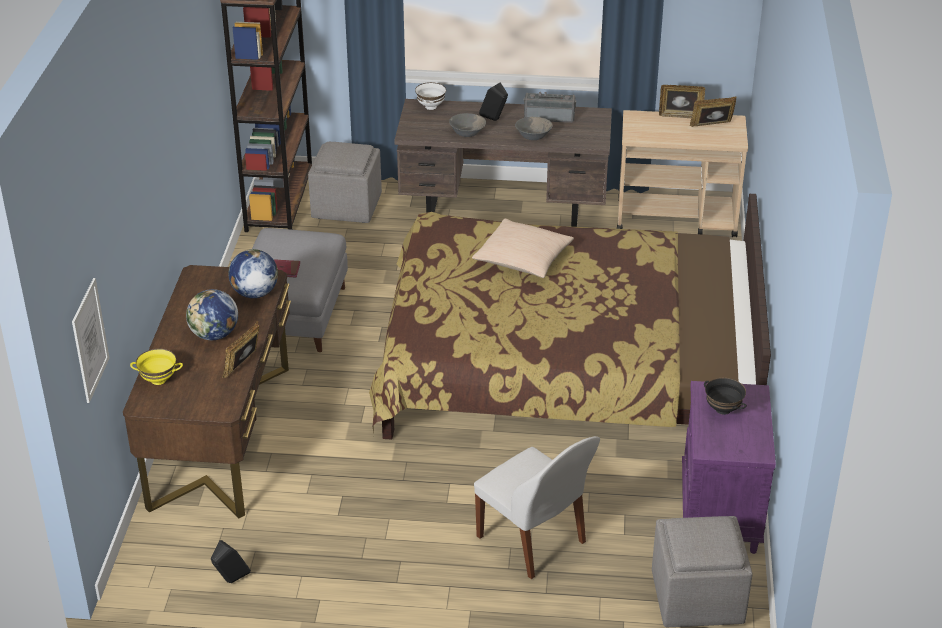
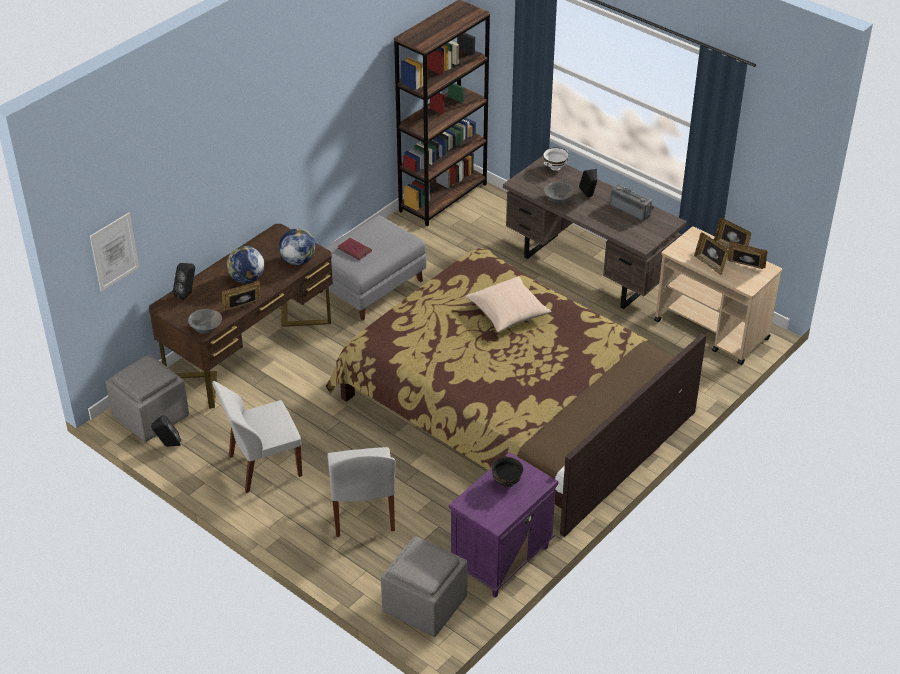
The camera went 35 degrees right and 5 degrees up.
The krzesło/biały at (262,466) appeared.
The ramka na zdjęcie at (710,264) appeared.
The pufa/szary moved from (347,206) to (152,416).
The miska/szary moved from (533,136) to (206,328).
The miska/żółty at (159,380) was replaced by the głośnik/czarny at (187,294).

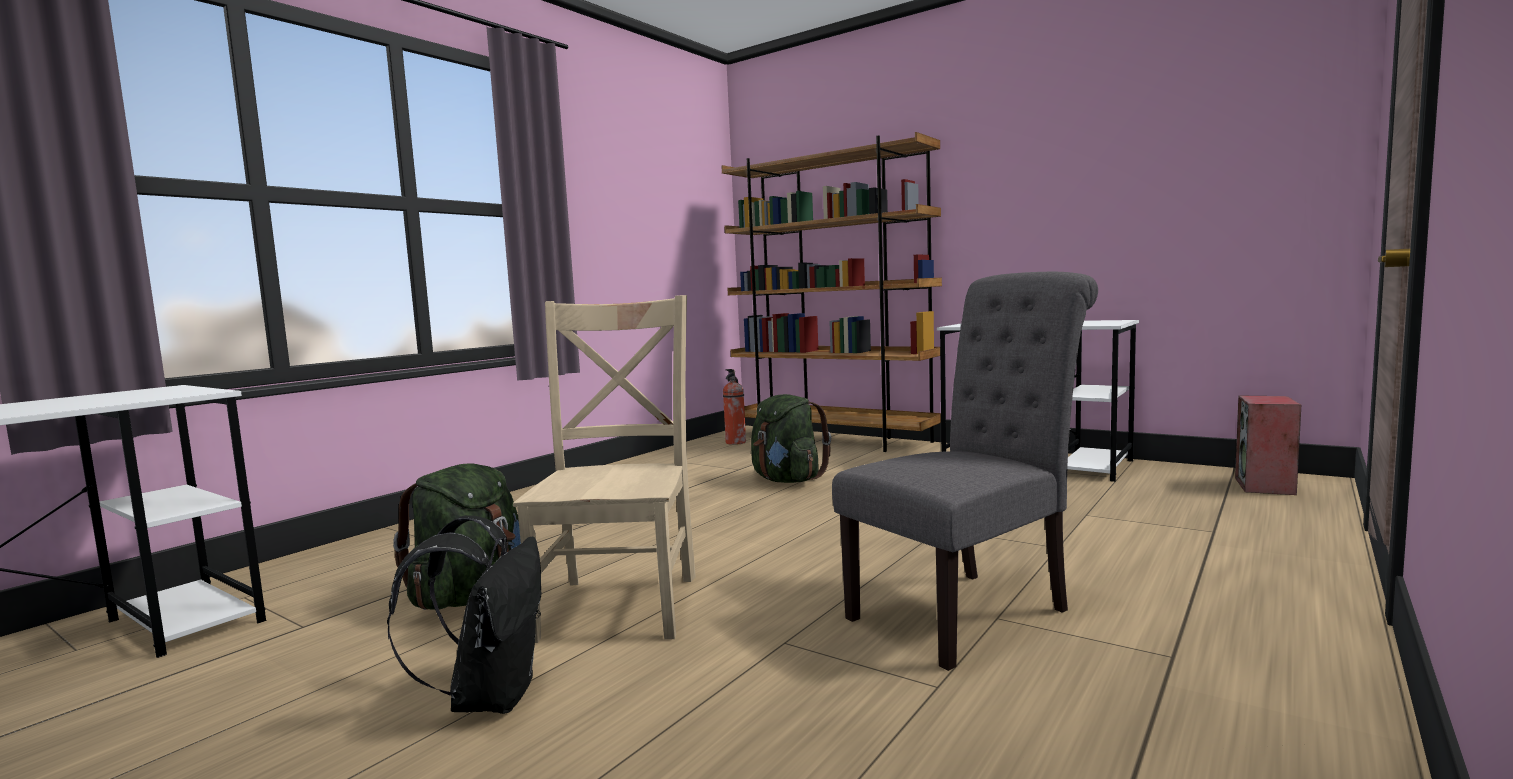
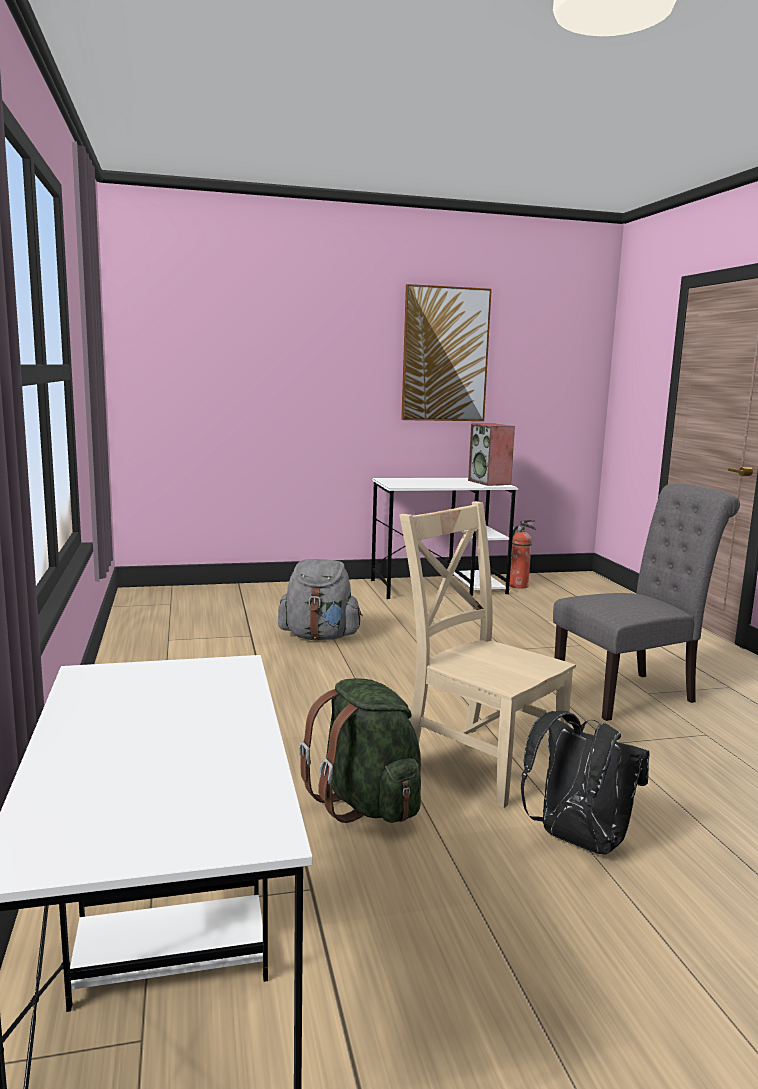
The camera went 50 degrees left and 5 degrees up.
The regał/brązowy at (834,439) disappeared.
The obraz at (445,354) appeared.
The gaśnica moved from (735,442) to (519,586).
The głośnik moved from (1265,486) to (490,482).
The plecak/zielony at (787,480) became the plecak/szary at (319,637).
The krzesło/szary at (969,611) turned 60 degrees clockwise.

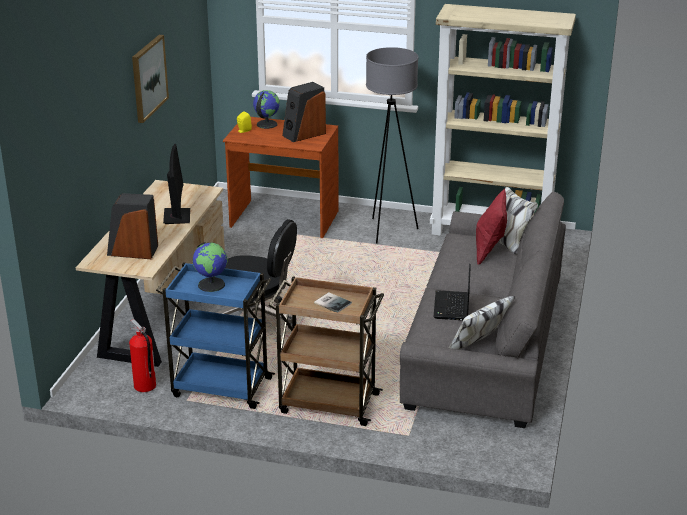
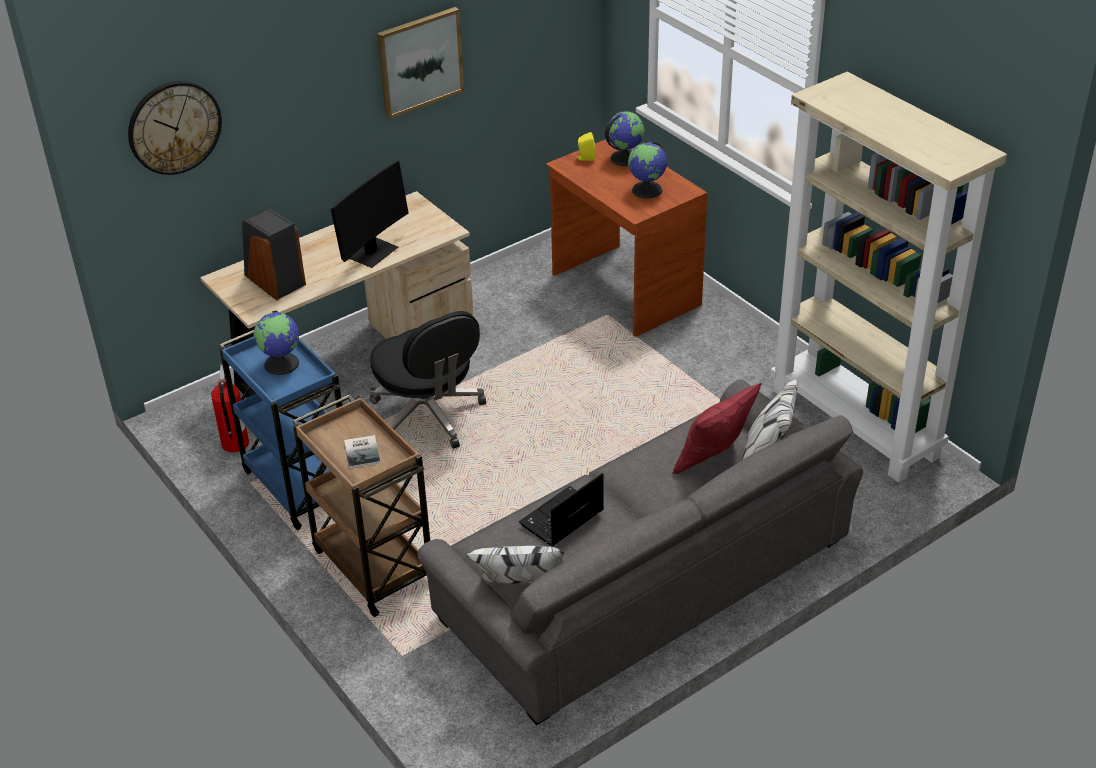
The camera went 40 degrees right and 10 degrees up.
The lampa stojąca/szary at (388,230) disappeared.
The zegar ścienny at (174,127) appeared.
The głośnik at (304,134) was replaced by the globus at (647,190).

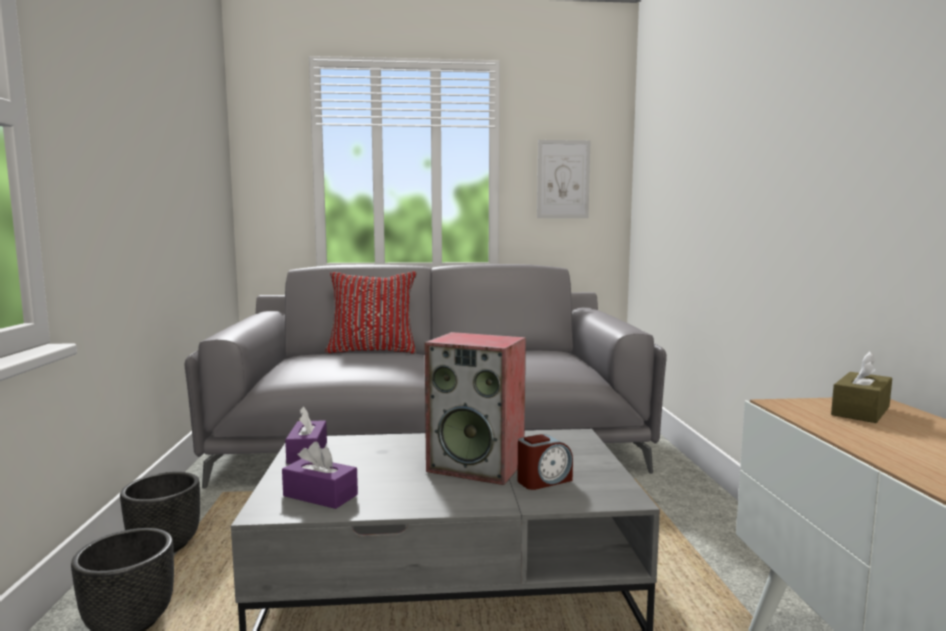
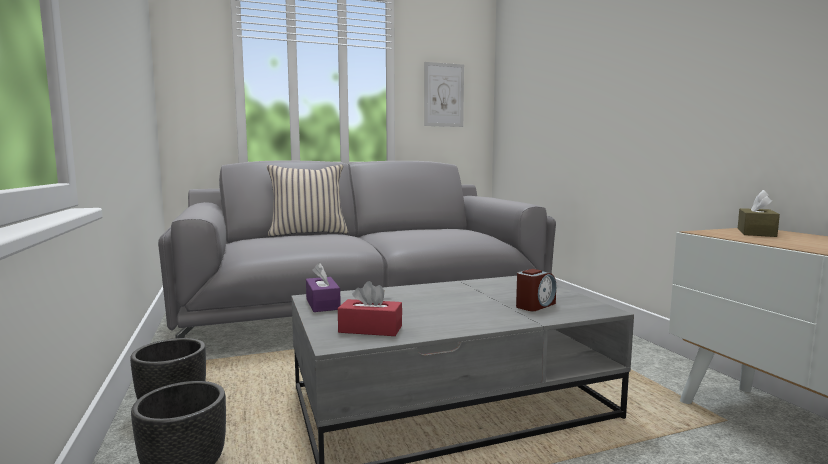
The camera went 15 degrees left and 0 degrees up.
The głośnik at (478,466) disappeared.
The pudełko chusteczek/fioletowy at (320,495) became the pudełko chusteczek/czerwony at (370,329).
The poduszka/czerwony at (372,350) became the poduszka/beżowy at (308,233).

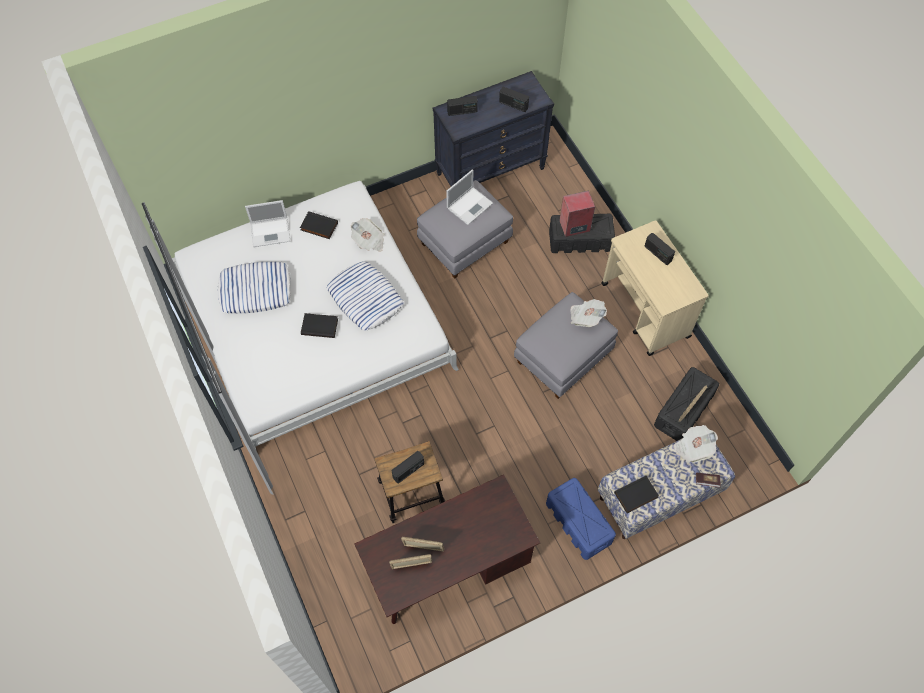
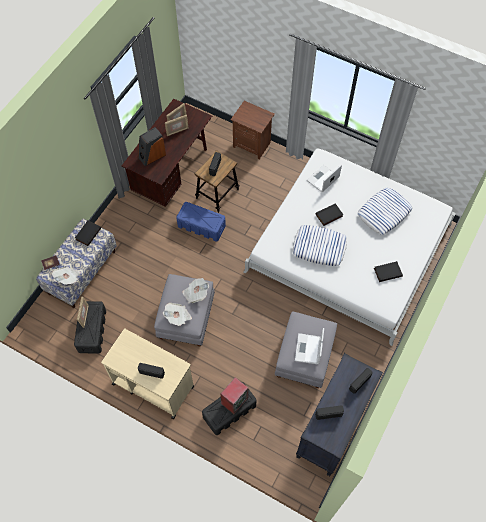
The camera went 145 degrees right and 0 degrees up.
The głośnik at (152,156) appeared.
The szafka nocna/brązowy at (252,144) appeared.
The laptop moved from (271,232) to (322,179).
The gazeta moved from (369,241) to (195,293).
The pojemnik do przechowywania/niebieski moved from (578,522) to (202,226).

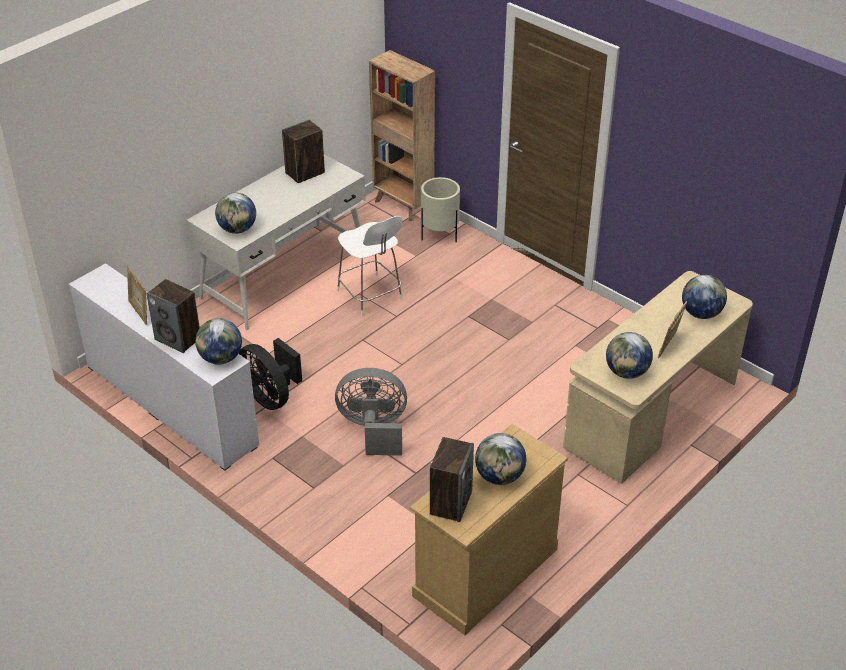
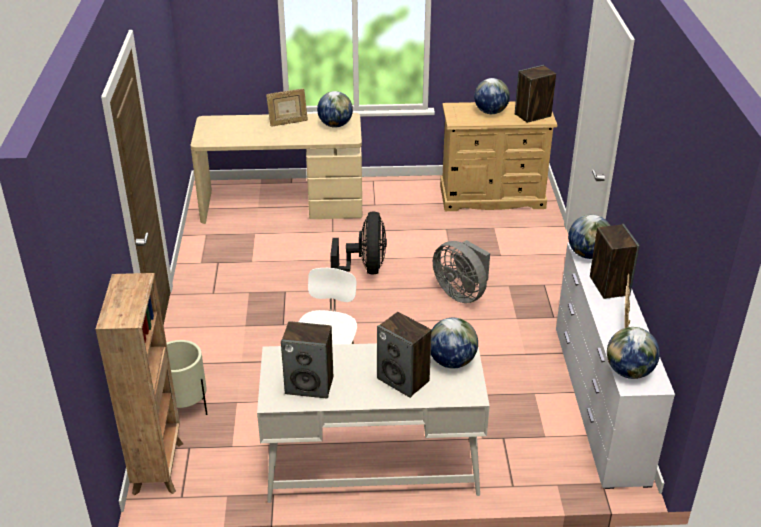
The camera went 135 degrees left and 5 degrees down.
The głośnik at (403,380) appeared.
The wentylator/czarny moved from (270,396) to (365,269).
The globus moved from (701,313) to (629,372).

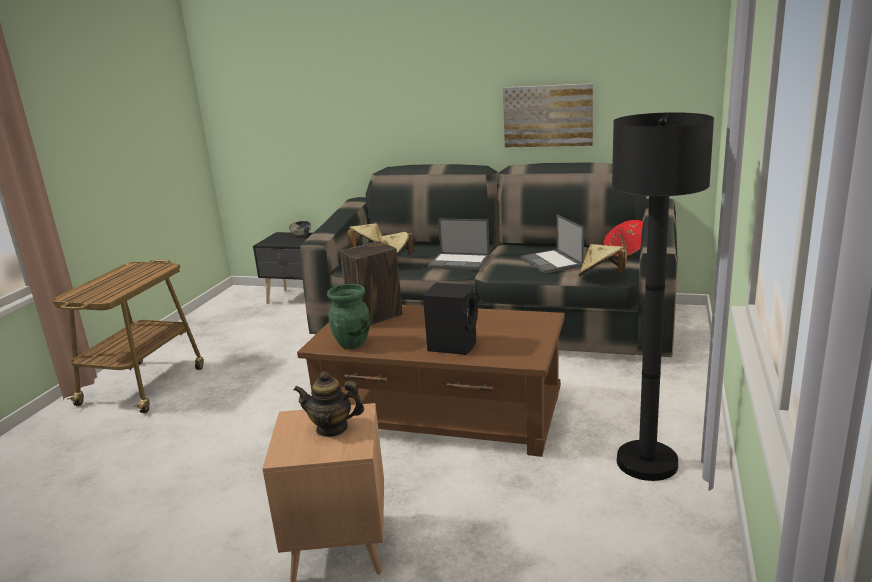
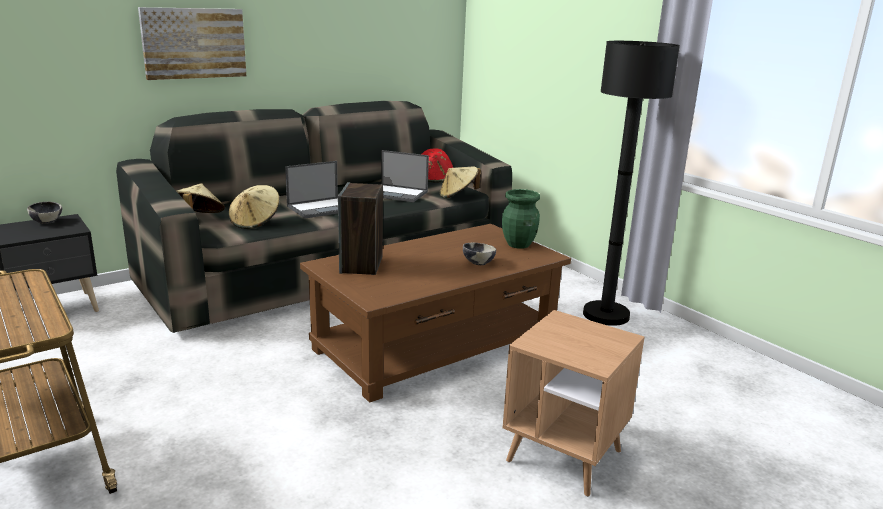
The camera went 55 degrees left and 0 degrees up.
The imbryk at (332,428) disappeared.
The wazon/zielony moved from (353,344) to (519,244).
The obraz moved from (548,115) to (194,43).
The głośnik/czarny at (453,345) was replaced by the miska at (478,263).

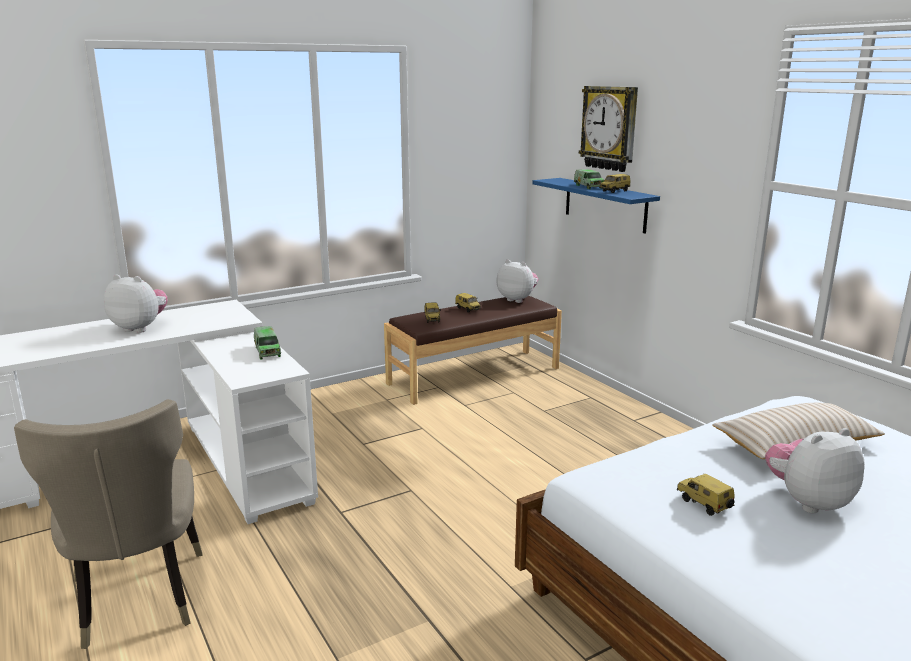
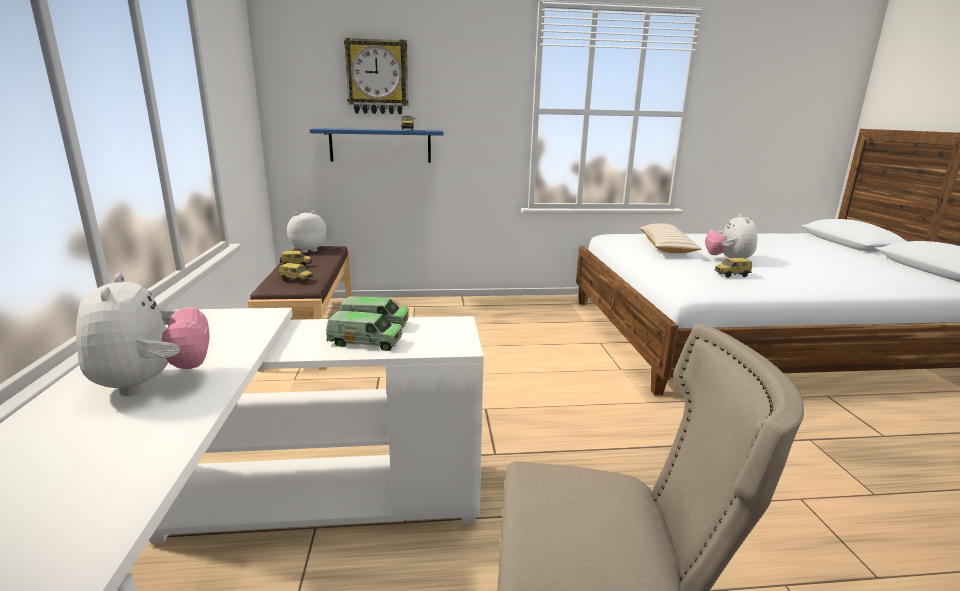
The camera went 65 degrees left and 0 degrees up.
The ciężarówka zabawkowa moved from (588,186) to (365,342).
The pluszak at (140,328) turned 120 degrees clockwise.

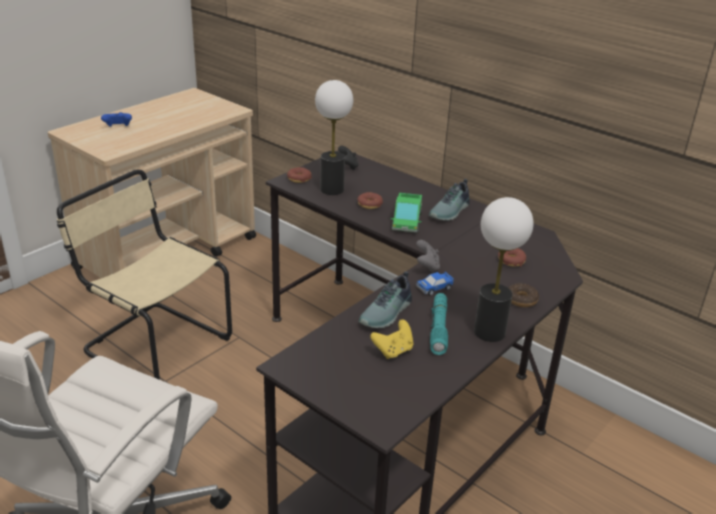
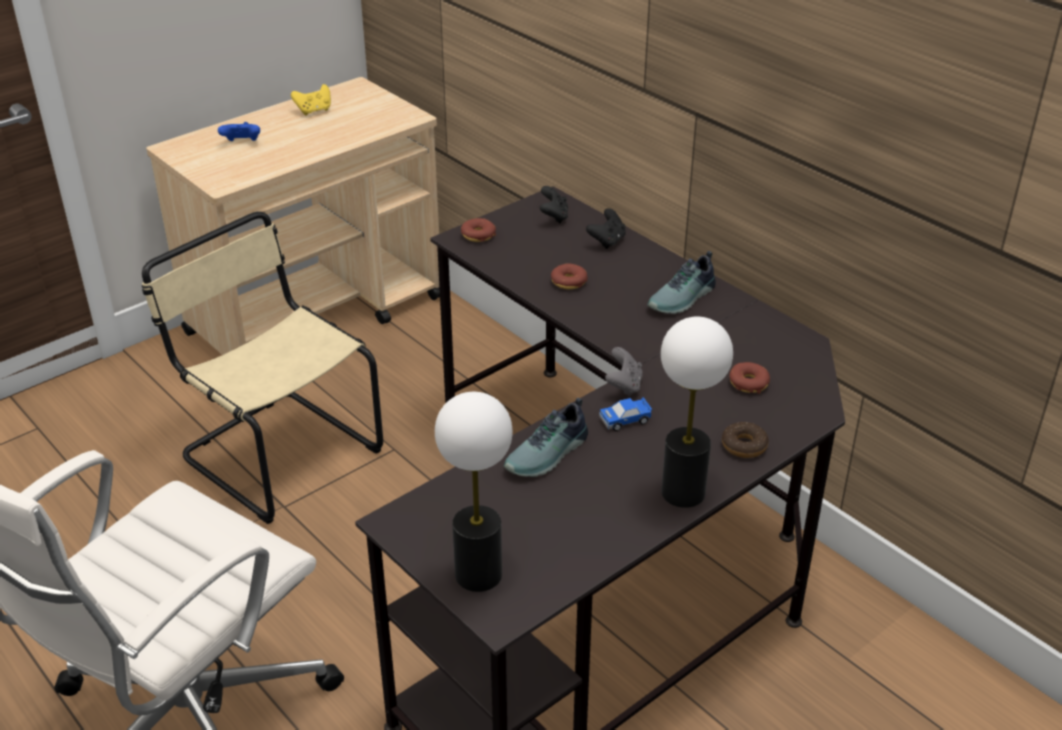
The camera went 10 degrees right and 5 degrees up.
The ciężarówka zabawkowa at (406,221) disappeared.
The latarka/turkusowy at (438,328) disappeared.
The pad do gier/czarny at (607,241) appeared.
The lampa stołowa moved from (332,190) to (478,575).
The pad do gier/żółty moved from (393,351) to (314,111).

